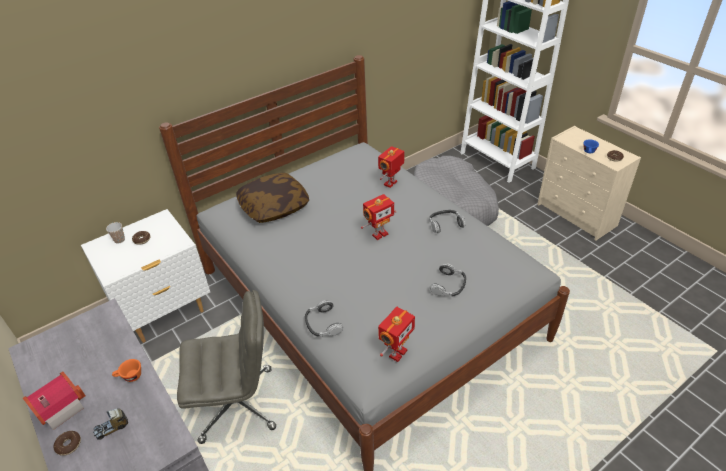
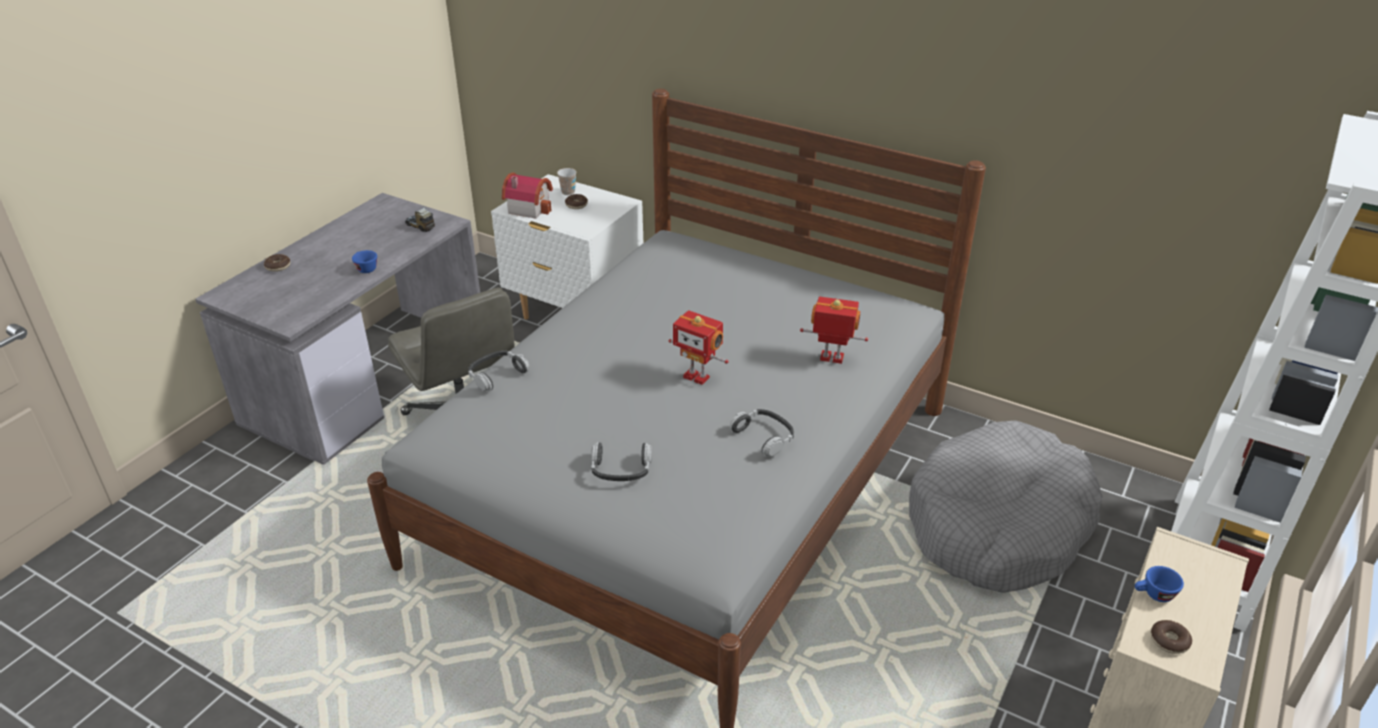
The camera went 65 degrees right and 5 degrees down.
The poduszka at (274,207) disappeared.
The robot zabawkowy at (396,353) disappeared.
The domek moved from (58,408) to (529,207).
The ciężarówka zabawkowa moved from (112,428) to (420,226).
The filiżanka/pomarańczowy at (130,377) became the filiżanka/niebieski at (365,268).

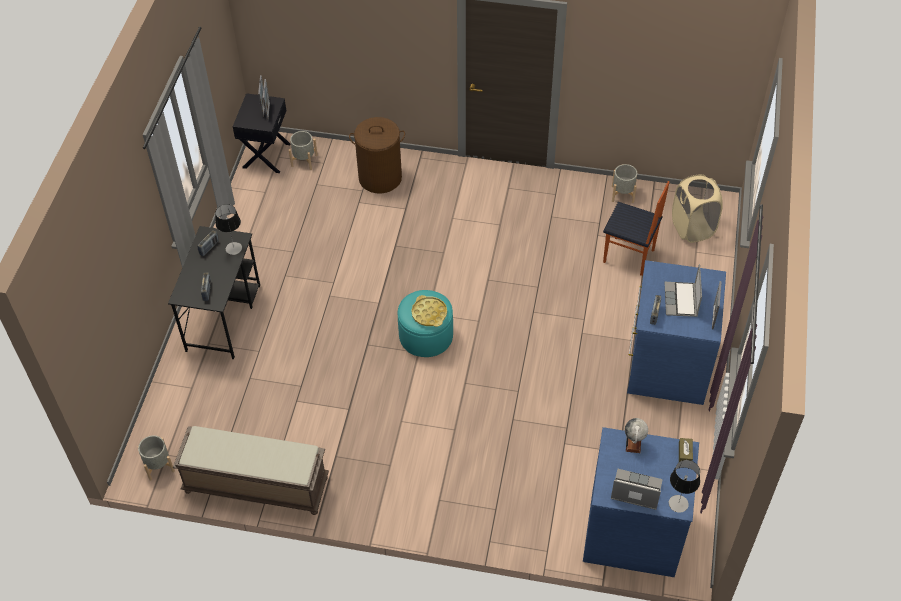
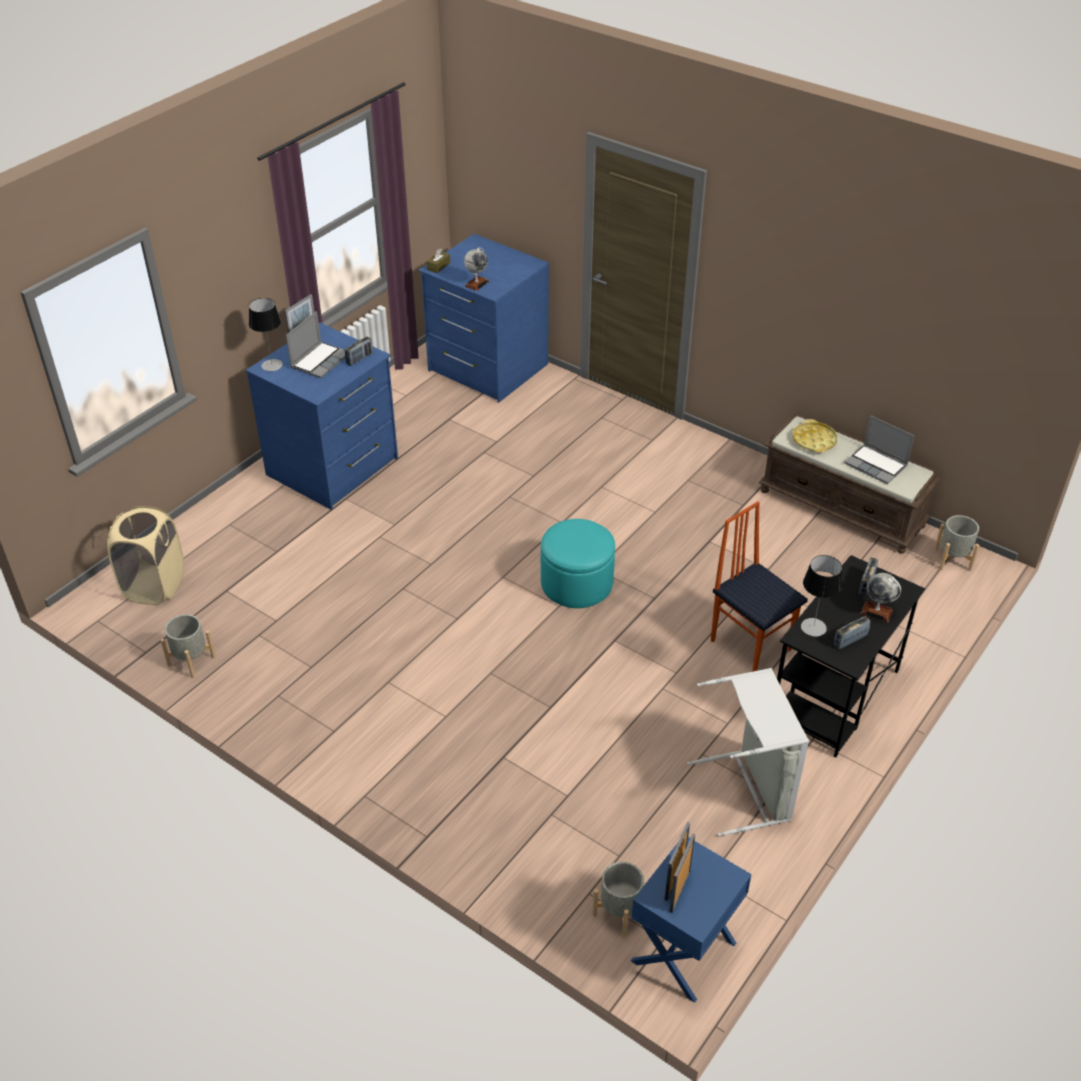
The camera went 155 degrees left and 10 degrees down.
The kosz na pranie/brązowy at (380,178) disappeared.
The kosz na pranie/szary at (749,789) appeared.
The globus at (877,612) appeared.
The taca/żółty moved from (429,313) to (814,440).
The krzesło moved from (629,257) to (751,644).
The laptop moved from (635,491) to (876,465).
The lampa stołowa moved from (678,503) to (272,365).
The szafka nocna/czarny at (265,155) became the szafka nocna/niebieski at (684,952).

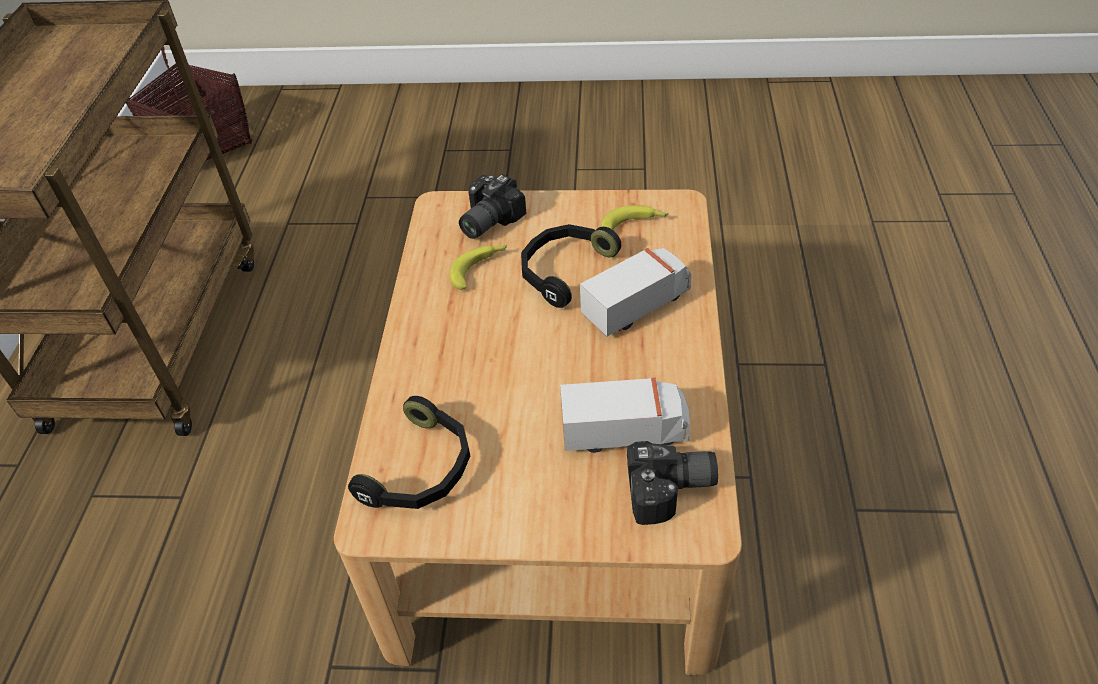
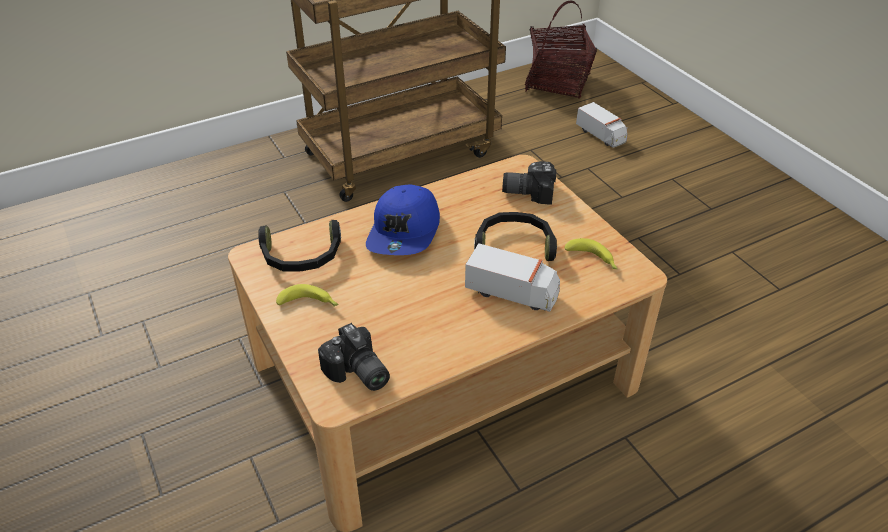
The camera went 55 degrees right and 5 degrees down.
The czapka z daszkiem/niebieski at (405,232) appeared.
The banan moved from (480,269) to (310,304).
The ciężarówka zabawkowa moved from (625,432) to (601,135).

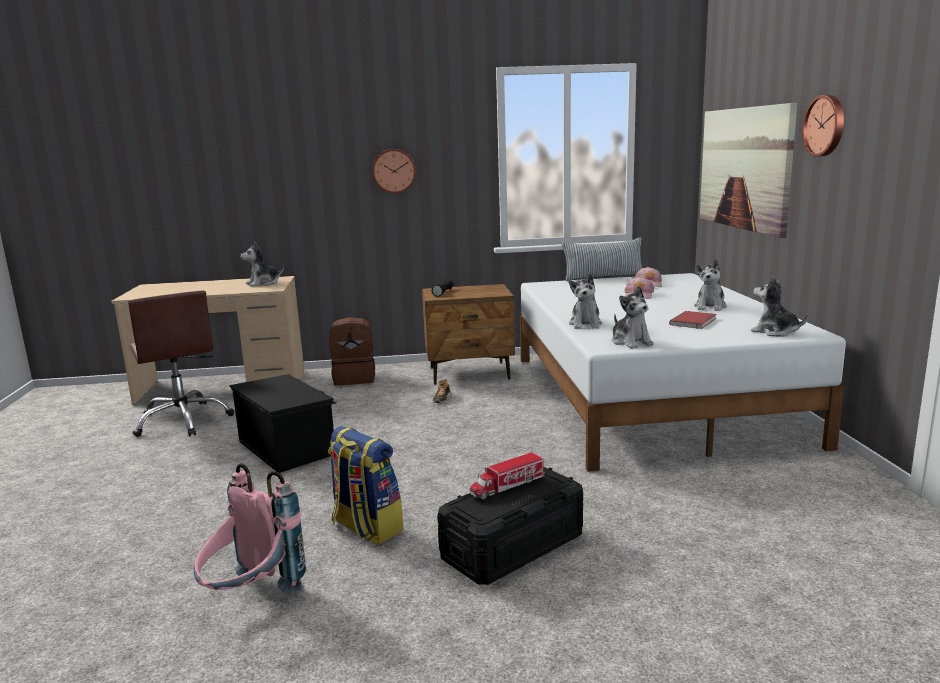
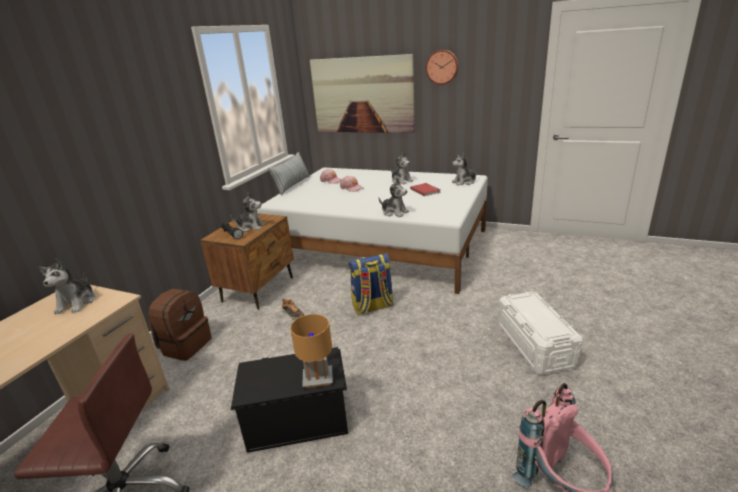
The camera went 60 degrees left and 10 degrees up.
The zegar ścienny at (394,171) disappeared.
The ciężarówka zabawkowa at (507,486) disappeared.
The lampa stołowa/brązowy at (318,379) appeared.
The plecak moved from (366,528) to (372,307).
The pluszak moved from (631,342) to (251,227).
The pojemnik do przechowywania/czarny at (513,547) became the pojemnik do przechowywania/biały at (534,344).

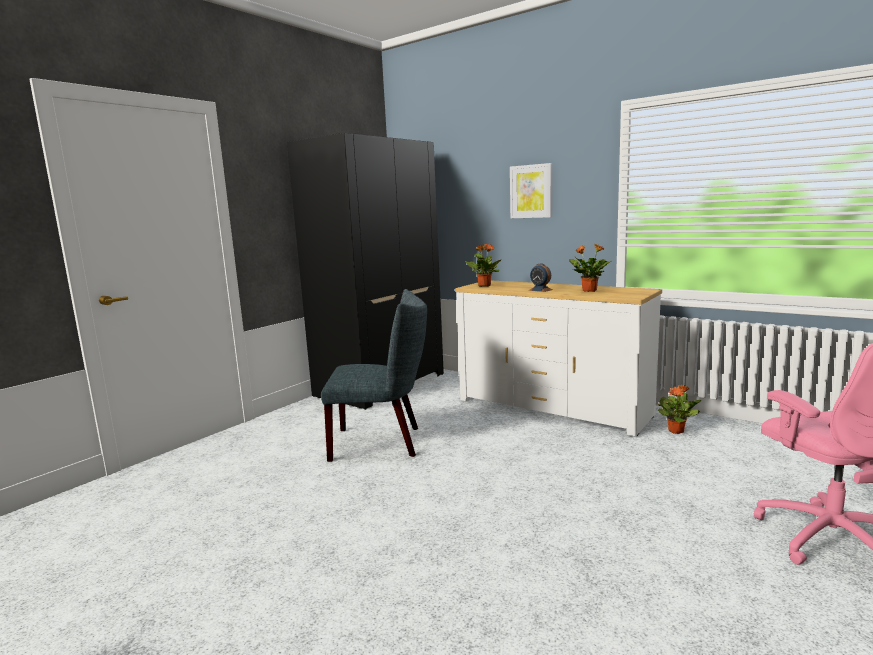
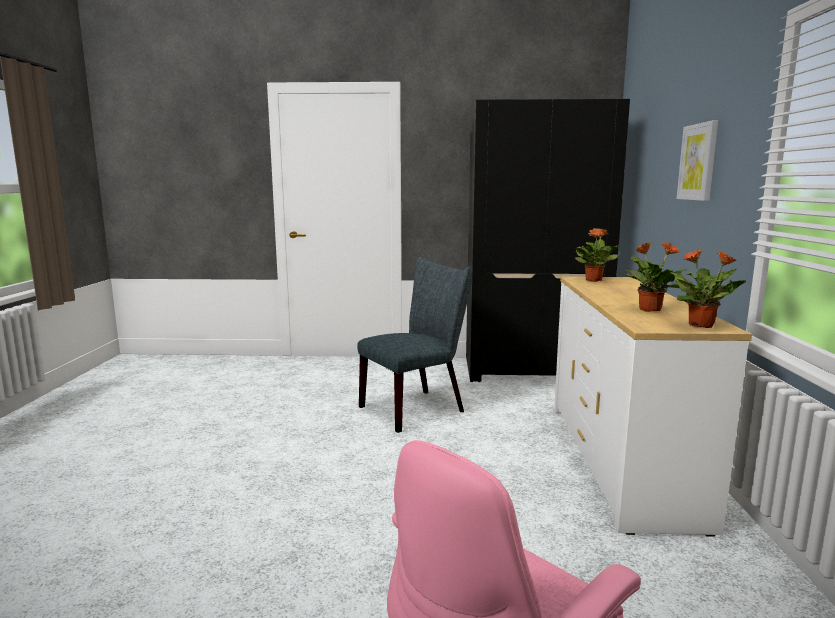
The camera went 55 degrees right and 0 degrees up.
The budzik at (540,290) disappeared.
The roślina doniczkowa moved from (676,431) to (702,325).
The krzesło/szary at (382,442) turned 90 degrees counterclockwise.

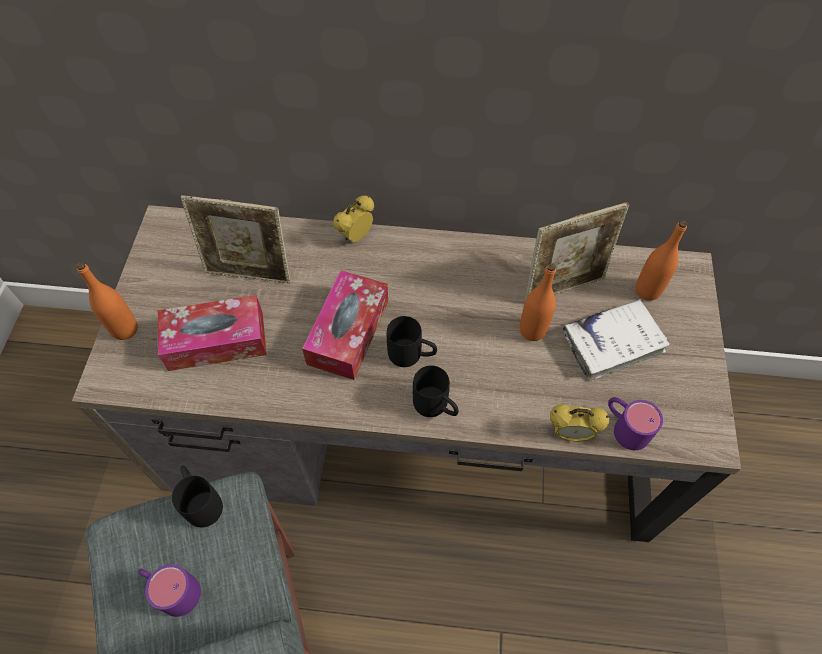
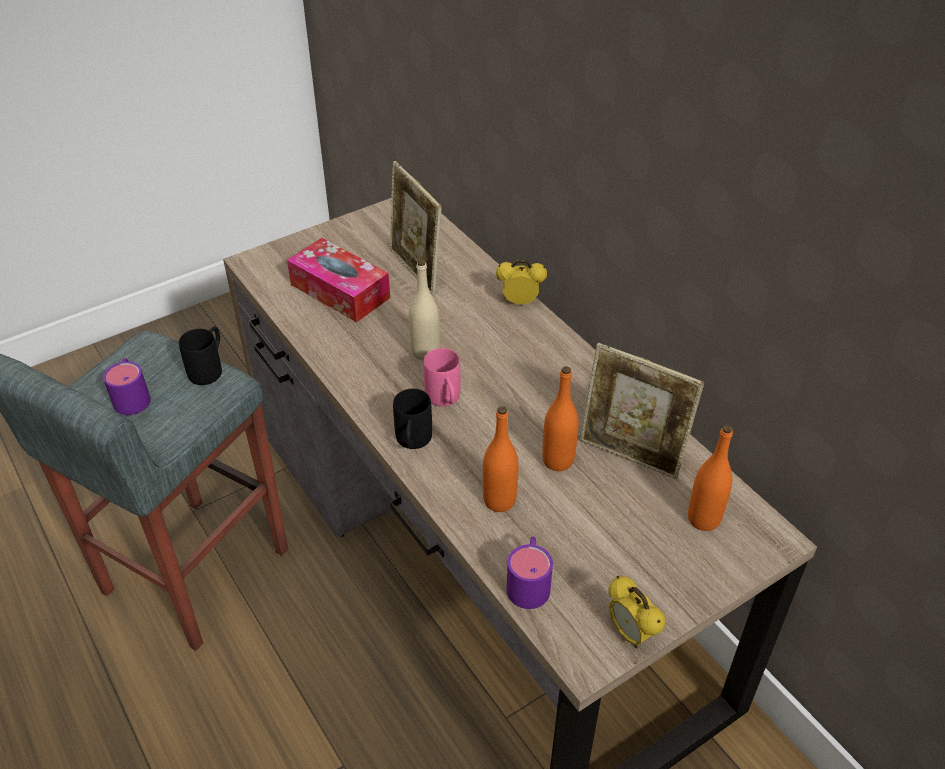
The camera went 50 degrees right and 15 degrees down.
The książka/biały at (612,343) disappeared.
The butelka/pomarańczowy moved from (125,329) to (499,500).
The budzik moved from (570,434) to (630,634).
The pudełko chusteczek at (348,332) was replaced by the butelka/beżowy at (425,352).
The kubek/czarny at (412,355) became the kubek/różowy at (445,400).

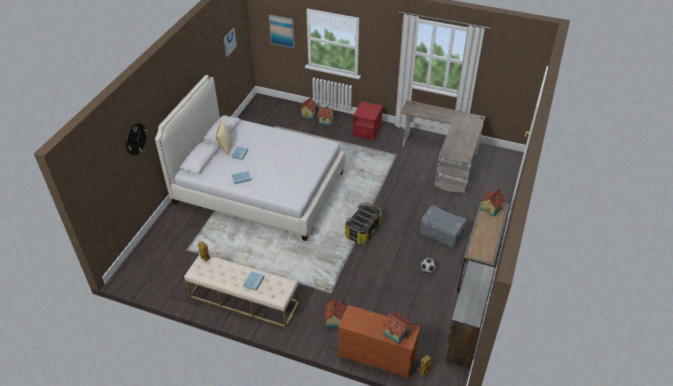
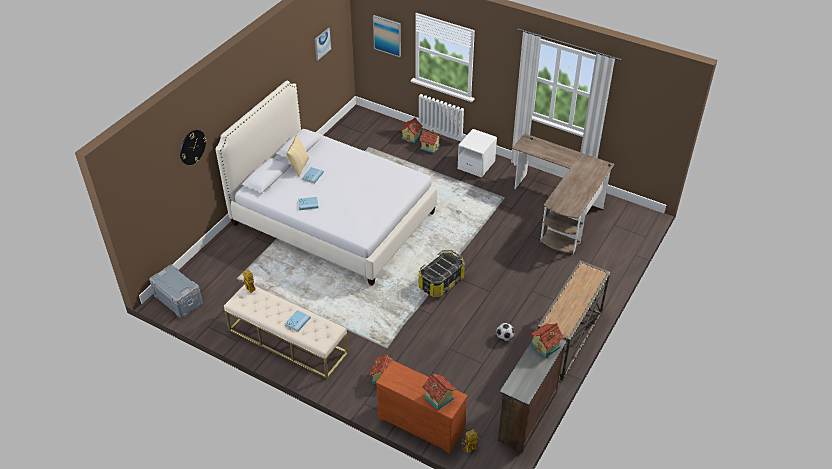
The camera went 10 degrees right and 0 degrees up.
The pojemnik do przechowywania/szary moved from (441,233) to (179,299).
The domek moved from (491,209) to (546,347).
The szafka nocna/czerwony at (367,131) became the szafka nocna/biały at (476,165).

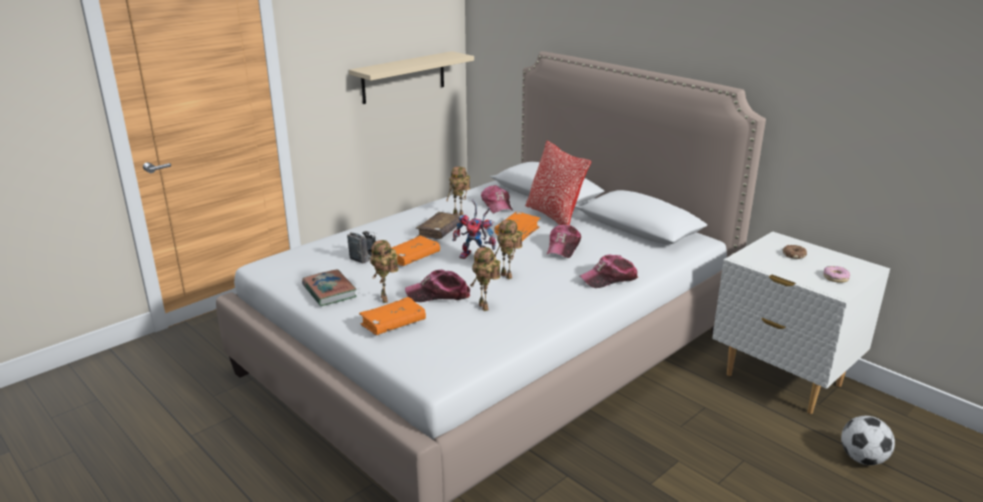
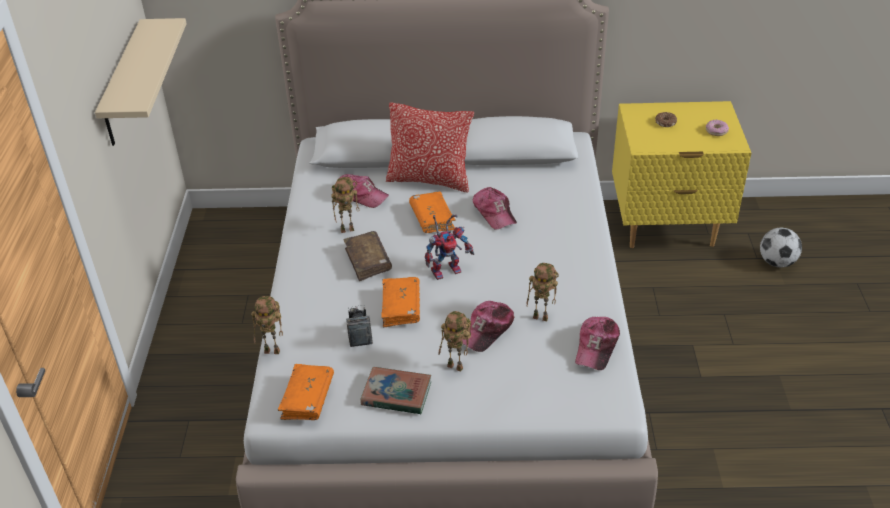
The camera went 45 degrees left and 15 degrees up.
The książka/pomarańczowy moved from (393,324) to (307,398).
The robot zabawkowy moved from (508,276) to (273,350).
The czapka z daszkiem moved from (609,279) to (596,347).
The szafka nocna/biały at (782,380) became the szafka nocna/żółty at (667,228).

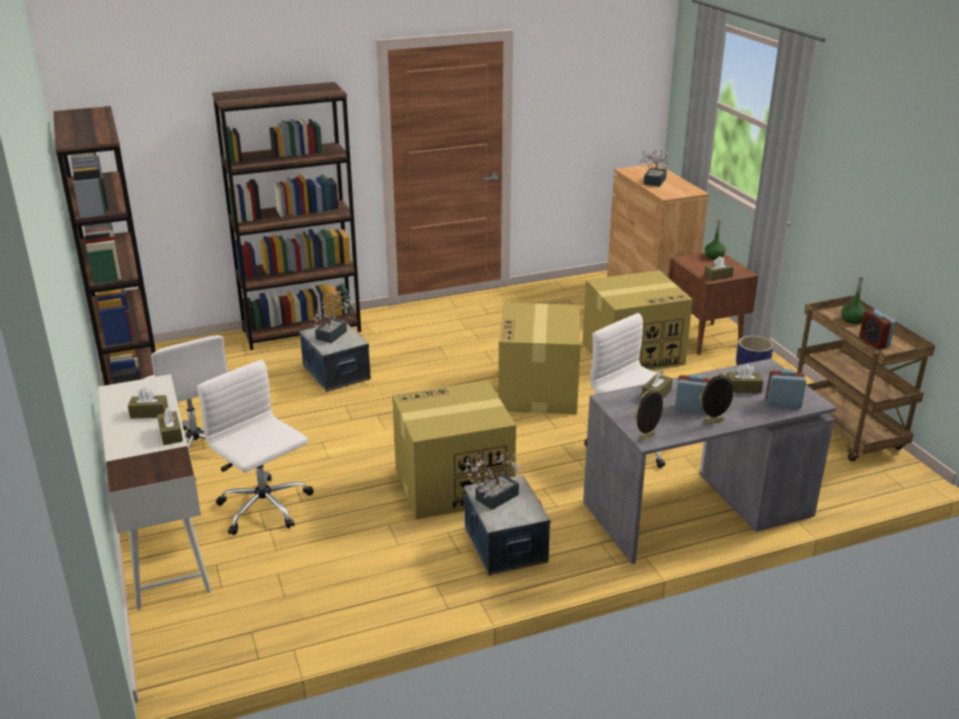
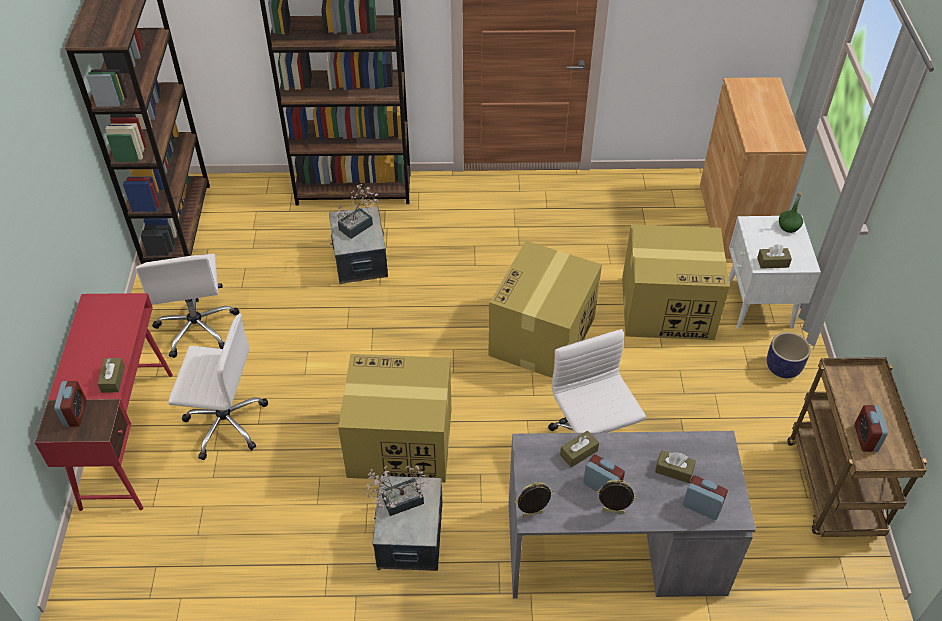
The camera went 20 degrees right and 20 degrees up.
The pudełko chusteczek/brązowy at (149,413) disappeared.
The roślina doniczkowa at (653,182) disappeared.
The butelka/zielony at (852,319) disappeared.
The budzik at (75,413) appeared.
The biurko/biały at (164,542) became the biurko/czerwony at (128,438).
The szafka nocna/brązowy at (705,339) became the szafka nocna/biały at (758,306).
The krzesło biurowe/biały at (265,508) turned 120 degrees clockwise.

